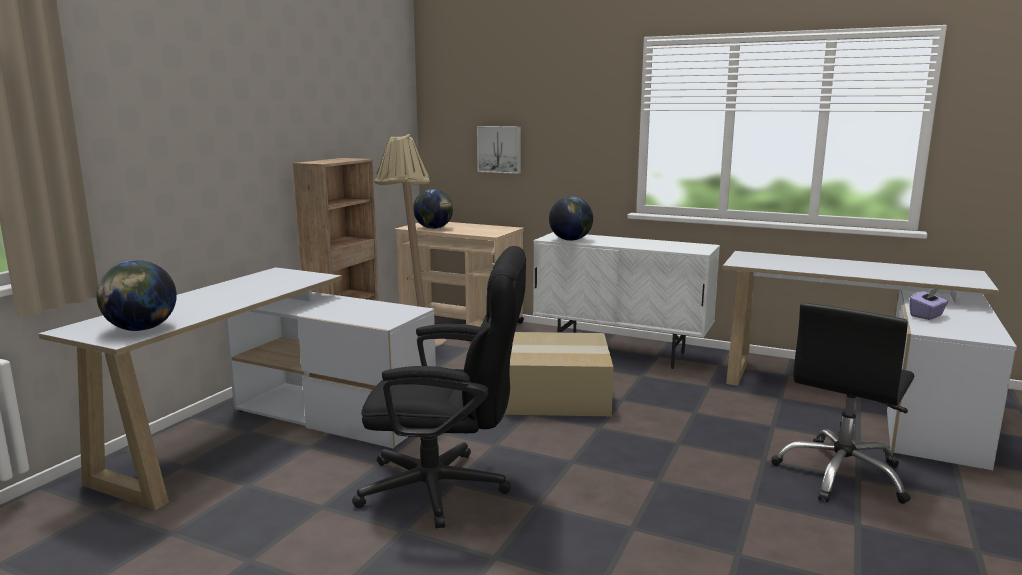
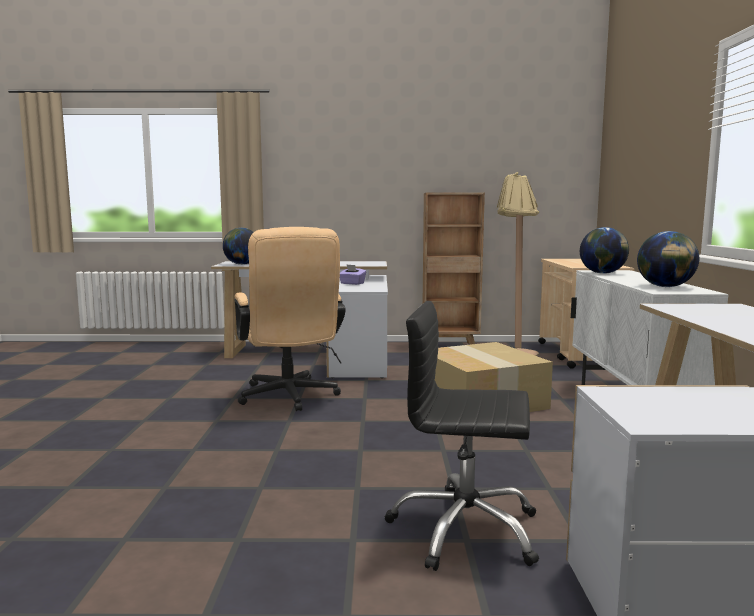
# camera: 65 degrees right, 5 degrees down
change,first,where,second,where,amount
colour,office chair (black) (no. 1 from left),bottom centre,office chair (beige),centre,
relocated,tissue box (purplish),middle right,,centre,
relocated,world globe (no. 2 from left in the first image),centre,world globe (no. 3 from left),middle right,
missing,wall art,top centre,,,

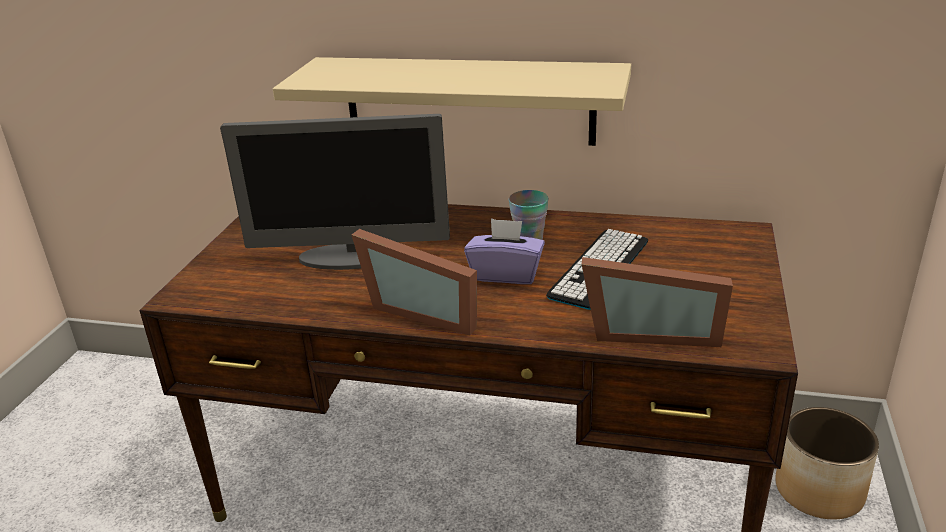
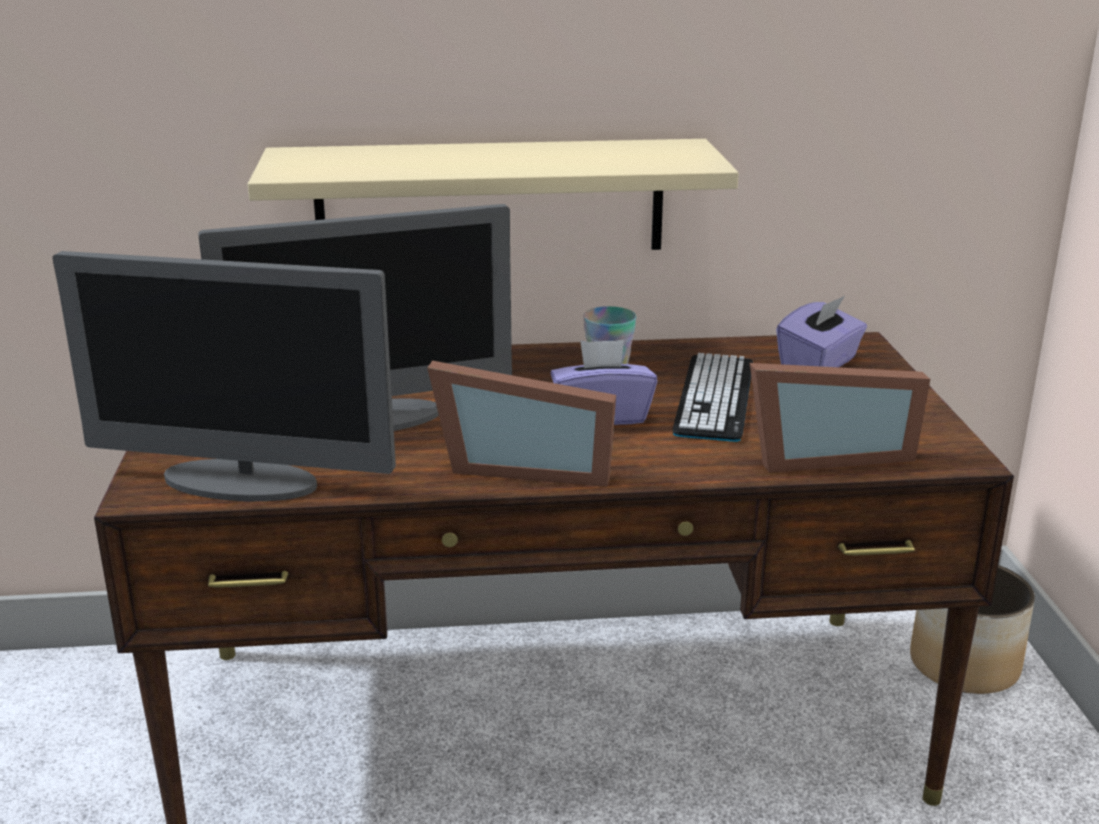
# camera: 20 degrees left, 5 degrees down
change,first,where,second,where,amount
appeared,,,monitor (no. 1 from left),middle left,
appeared,,,tissue box (purplish) (no. 2 from left),middle right,

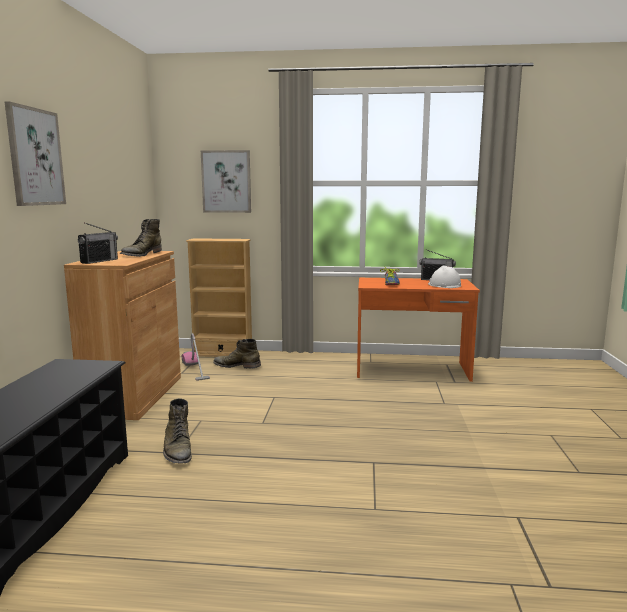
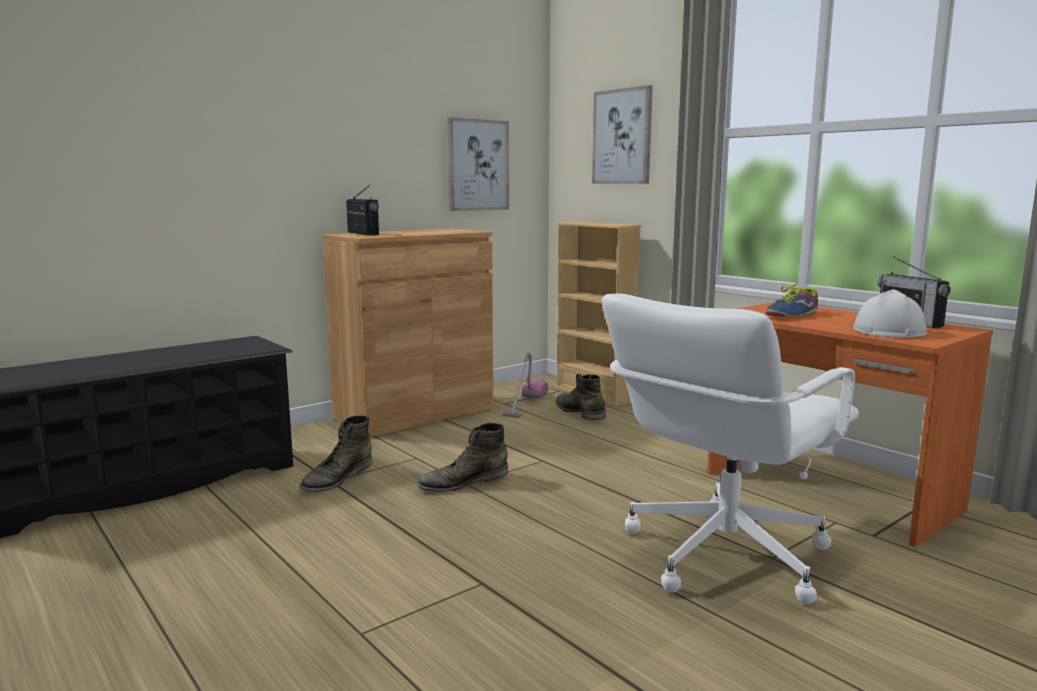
# camera: 45 degrees right, 0 degrees up
change,first,where,second,where,amount
spun,radio (no. 1 from left),middle left,,top centre,105 degrees counterclockwise
relocated,boot (green-coloured) (no. 1 from left in the first image),middle left,boot (green-coloured) (no. 2 from left),centre,
relocated,wall art (no. 1 from left),top left,,top centre,
appeared,,,office chair (white-coloured),middle right,

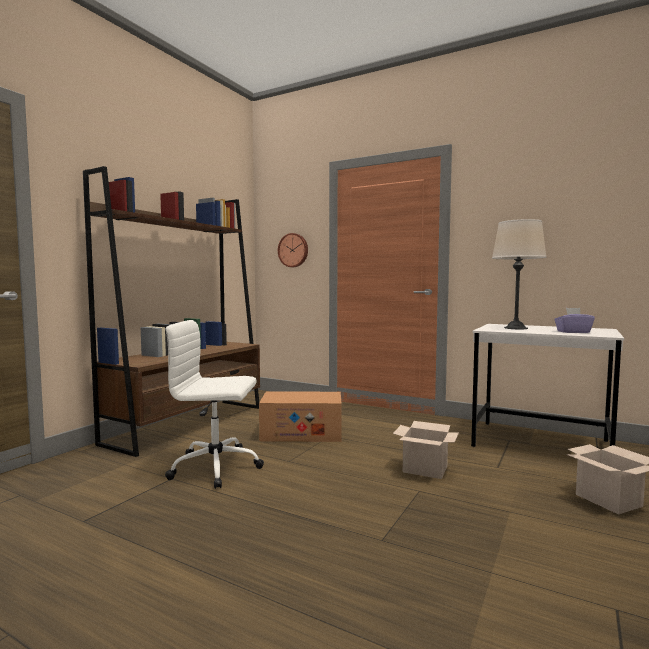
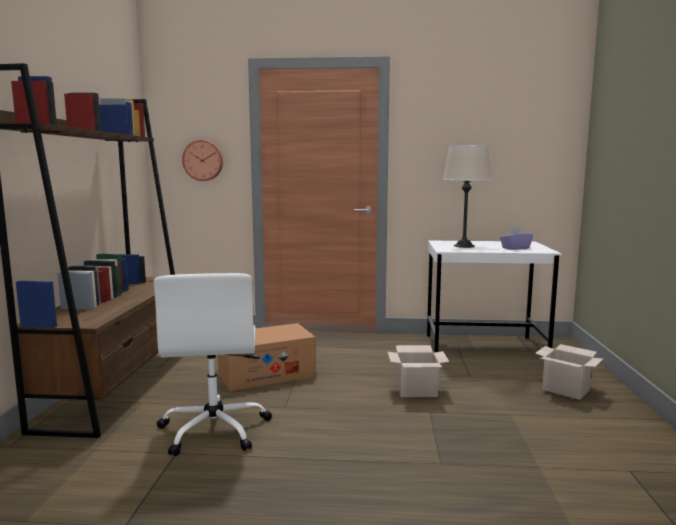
# camera: 25 degrees left, 5 degrees up
change,first,where,second,where,amount
spun,office chair (white-coloured),middle left,,bottom left,75 degrees counterclockwise

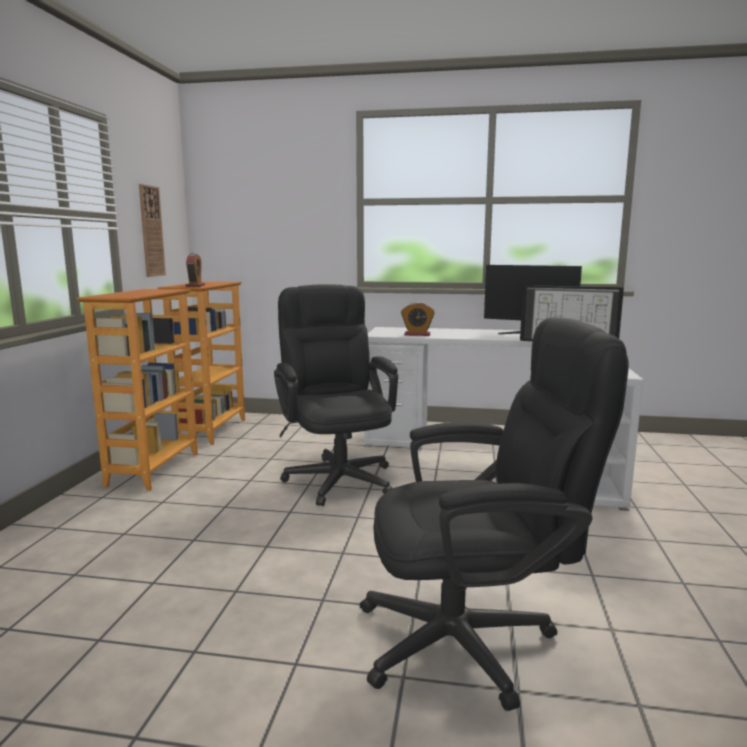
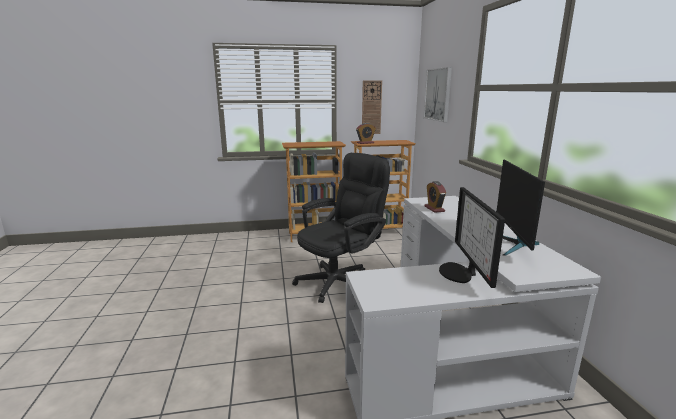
# camera: 70 degrees right, 5 degrees up
change,first,where,second,where,amount
appeared,,,wall art,top centre,
missing,office chair (black) (no. 2 from left),bottom centre,,,

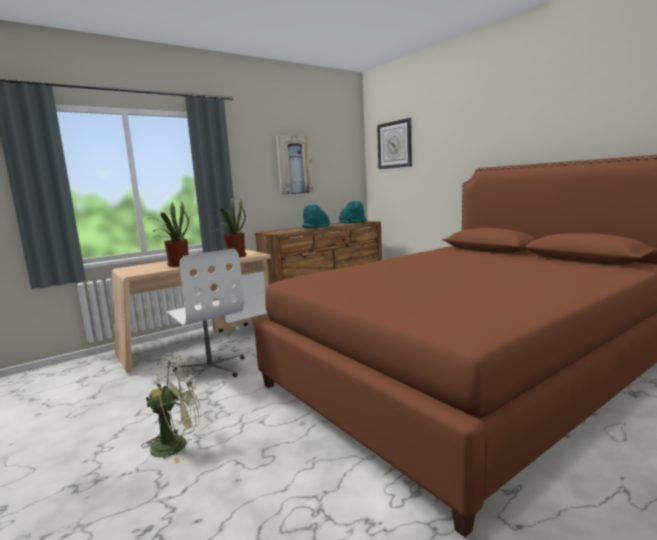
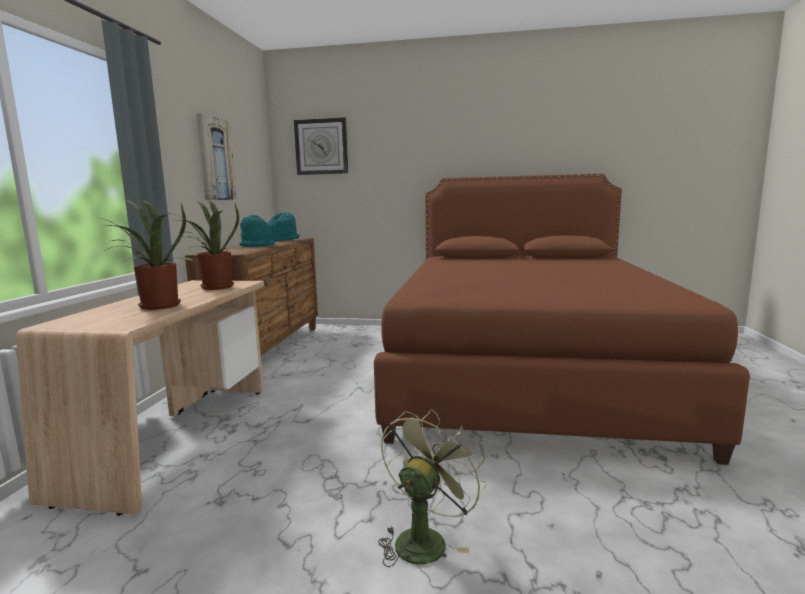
# camera: 45 degrees left, 0 degrees up
change,first,where,second,where,amount
missing,office chair (white-coloured),middle left,,,

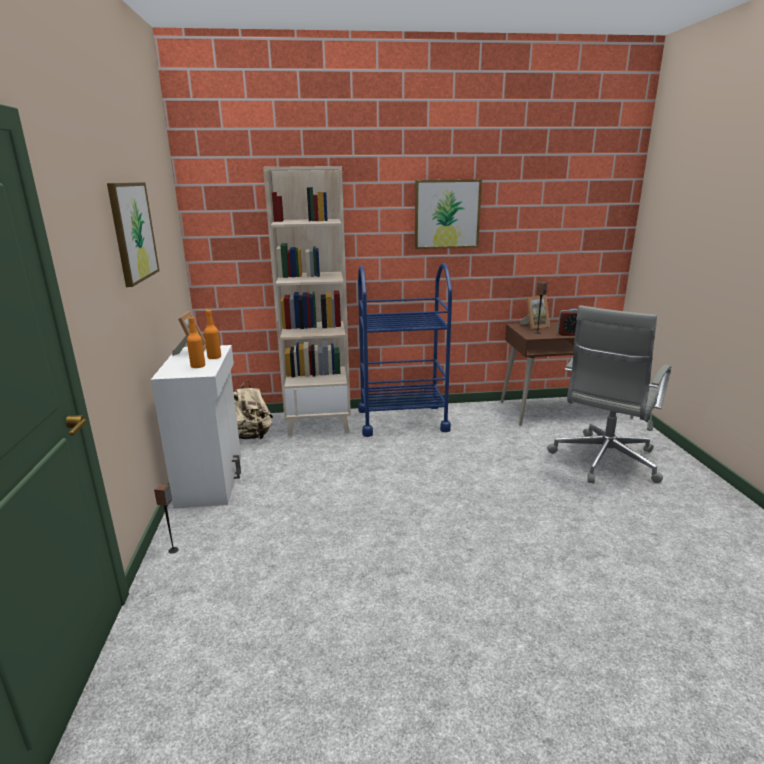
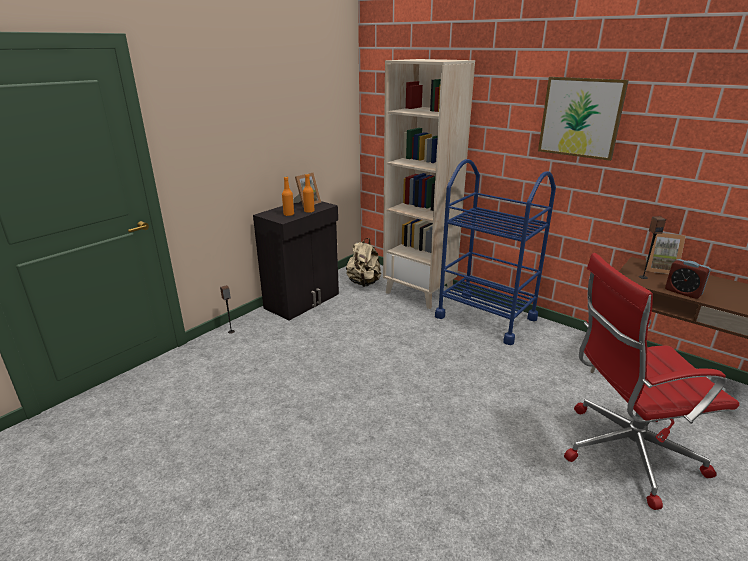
# camera: 45 degrees right, 5 degrees up
change,first,where,second,where,amount
colour,storage cabinet (white-coloured),middle left,storage cabinet (black),centre,
colour,office chair (grey),middle right,office chair (red-coloured),bottom right,
missing,wall art (no. 1 from left),top left,,,

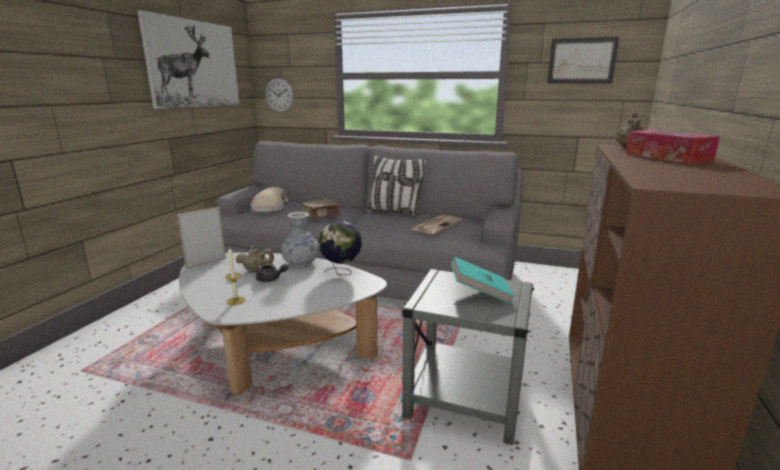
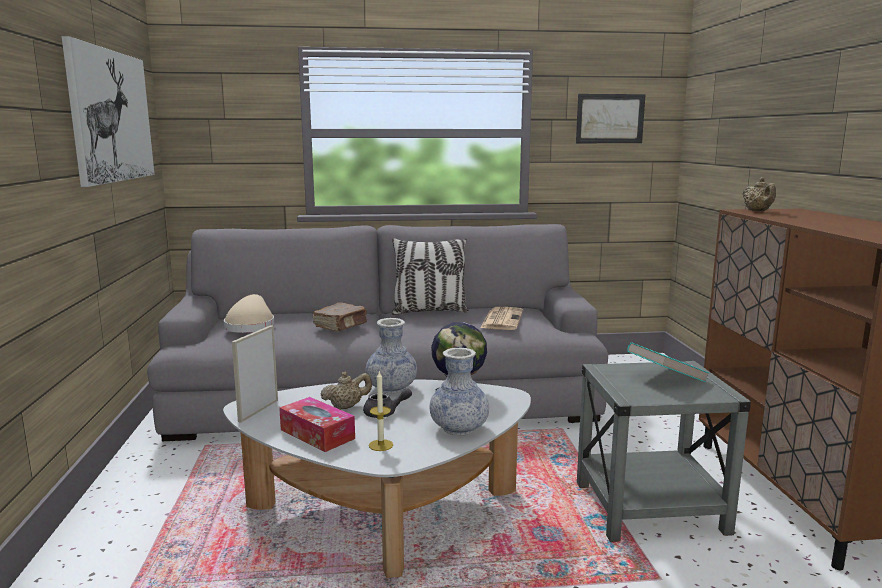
# camera: 25 degrees left, 5 degrees down
change,first,where,second,where,amount
relocated,tissue box,top right,,bottom centre,
appeared,,,flower vase (no. 2 from left),bottom centre,
missing,clock on the wall,top centre,,,

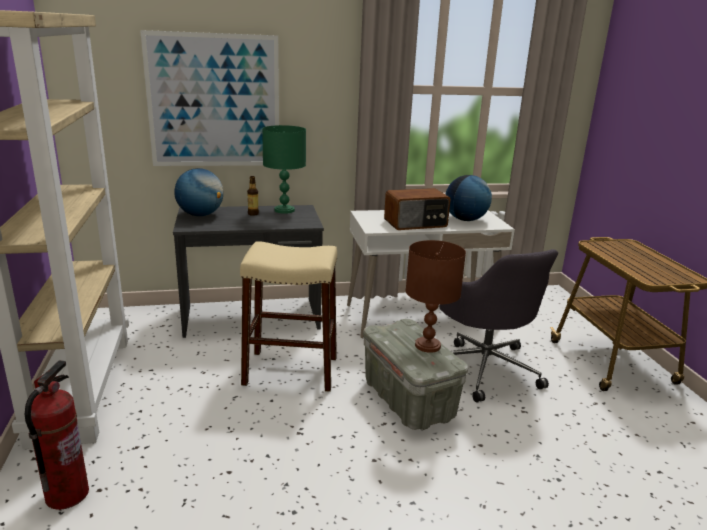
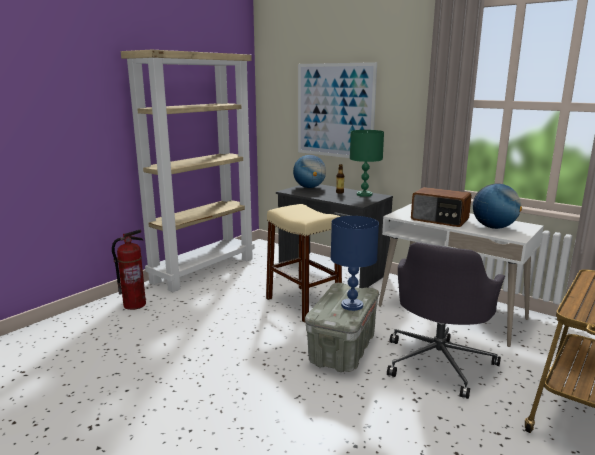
# camera: 50 degrees right, 5 degrees down
change,first,where,second,where,amount
colour,table lamp (brownish),centre,table lamp (blue),centre,

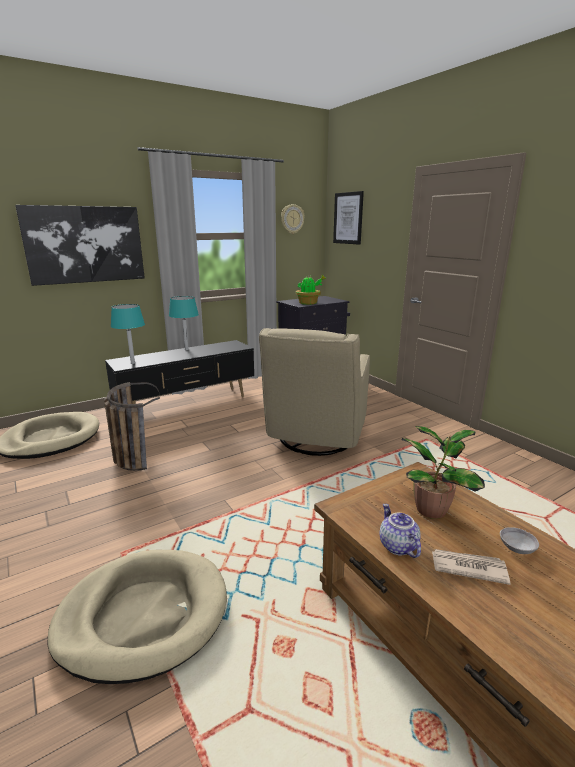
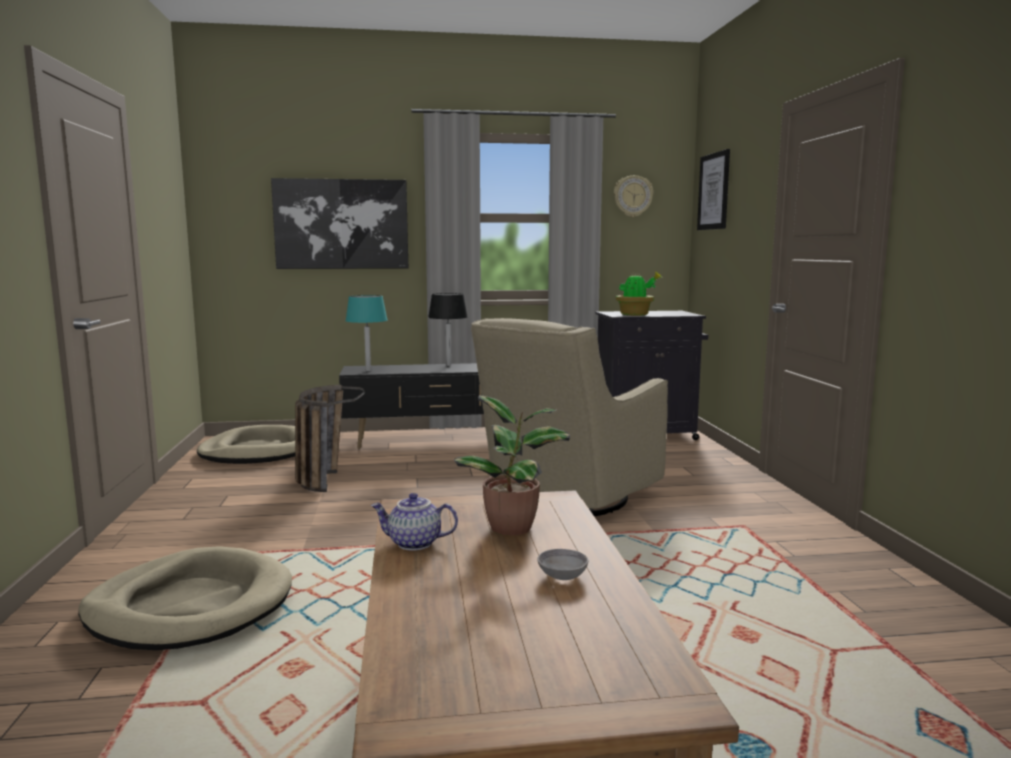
# camera: 25 degrees right, 10 degrees down
change,first,where,second,where,amount
spun,teapot,bottom right,,bottom centre,90 degrees counterclockwise
colour,table lamp (turquoise-coloured) (no. 2 from left),middle left,table lamp (black),centre,
missing,printed paper,bottom right,,,

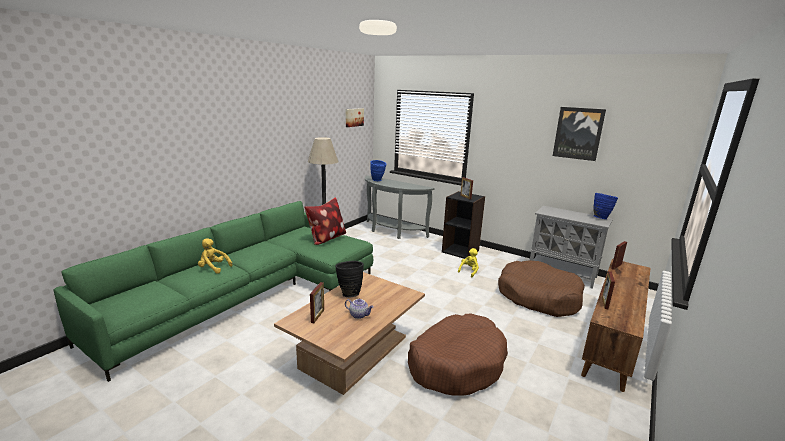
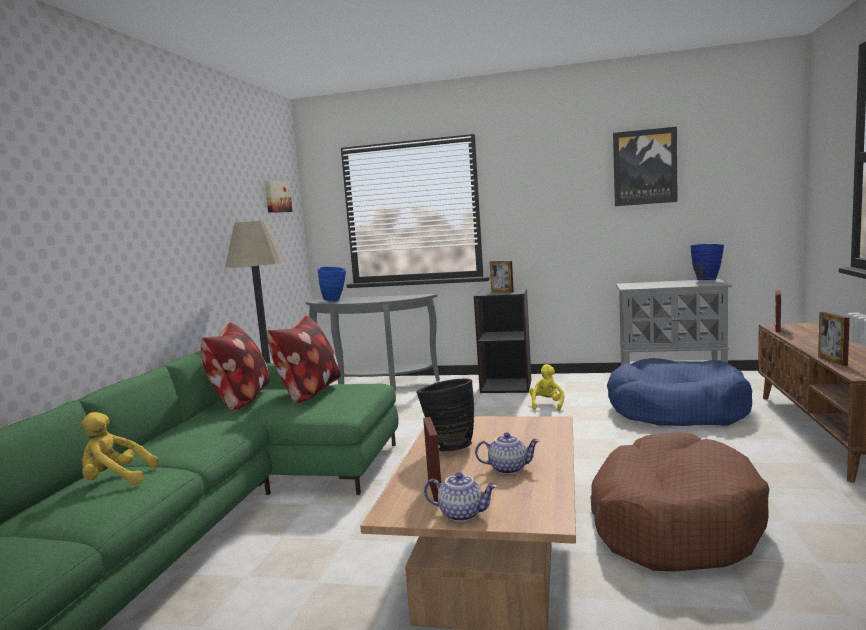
# camera: 20 degrees left, 10 degrees down
change,first,where,second,where,amount
appeared,,,cushion (no. 1 from left),middle left,
appeared,,,teapot (no. 1 from left),bottom centre,
colour,dog cushion (brownish) (no. 2 from left),middle right,dog cushion (blue),middle right,

